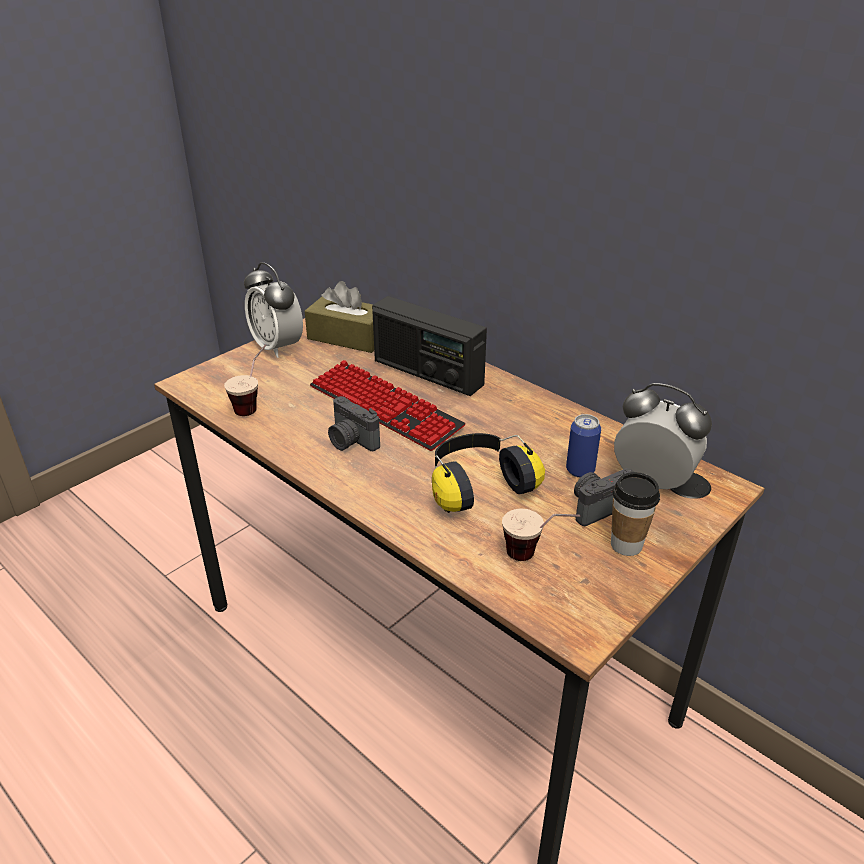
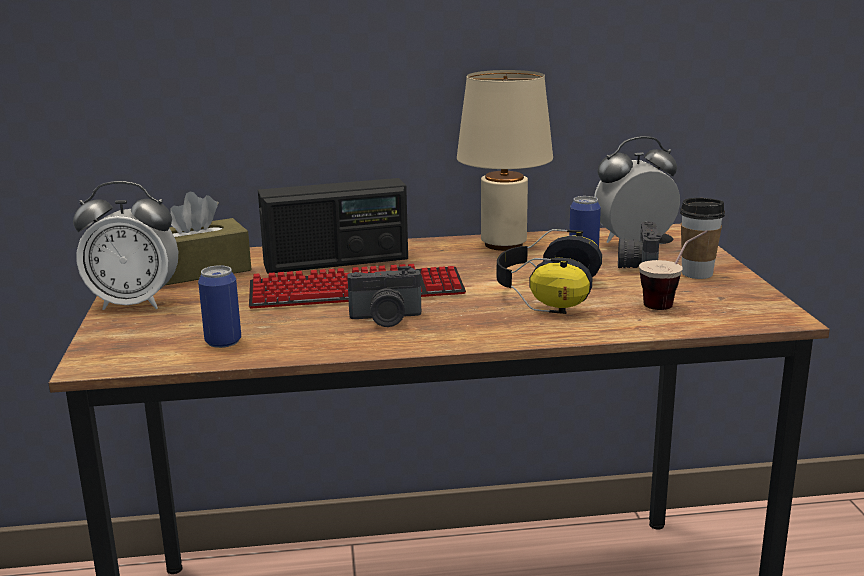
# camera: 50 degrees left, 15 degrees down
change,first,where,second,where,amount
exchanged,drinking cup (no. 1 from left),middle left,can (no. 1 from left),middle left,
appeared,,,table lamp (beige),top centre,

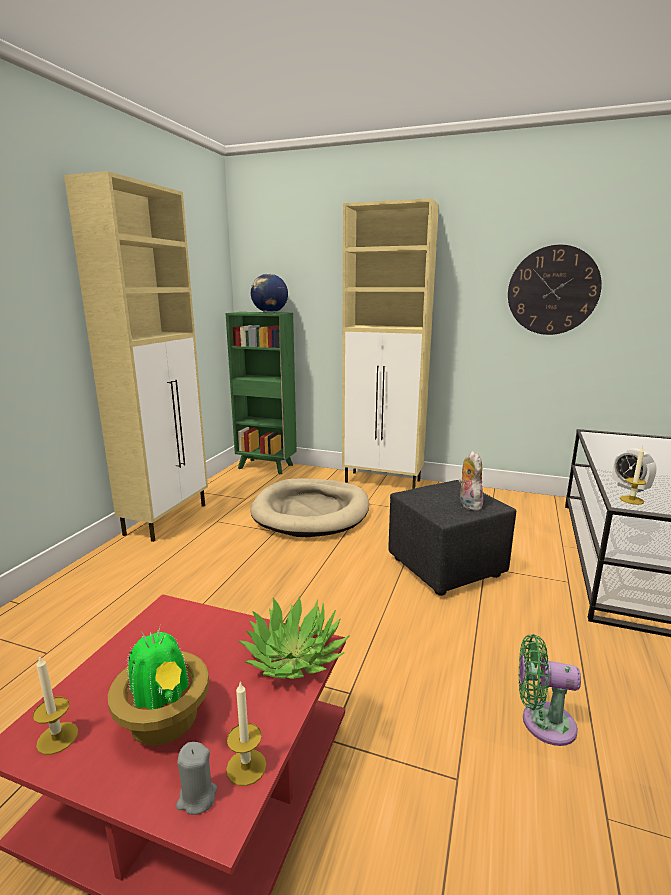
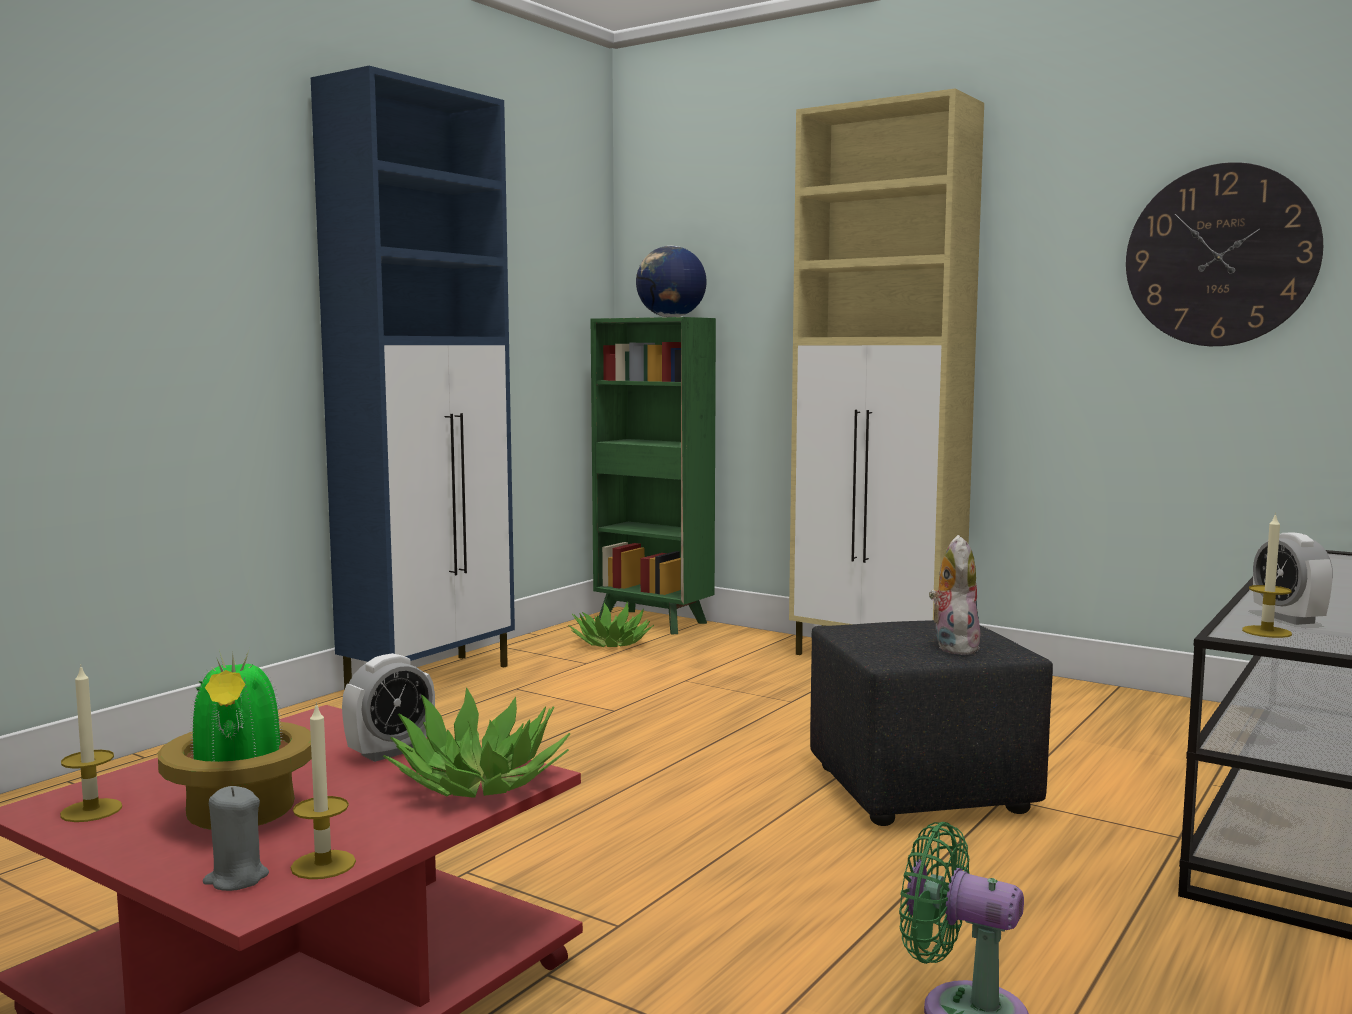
# camera: 15 degrees right, 10 degrees down
change,first,where,second,where,amount
colour,storage cabinet (beige) (no. 1 from left),middle left,storage cabinet (blue),middle left,
appeared,,,bedside clock (no. 1 from left),bottom left,
appeared,,,potted plant (no. 3 from left),centre,
missing,dog cushion (beige),centre,,,

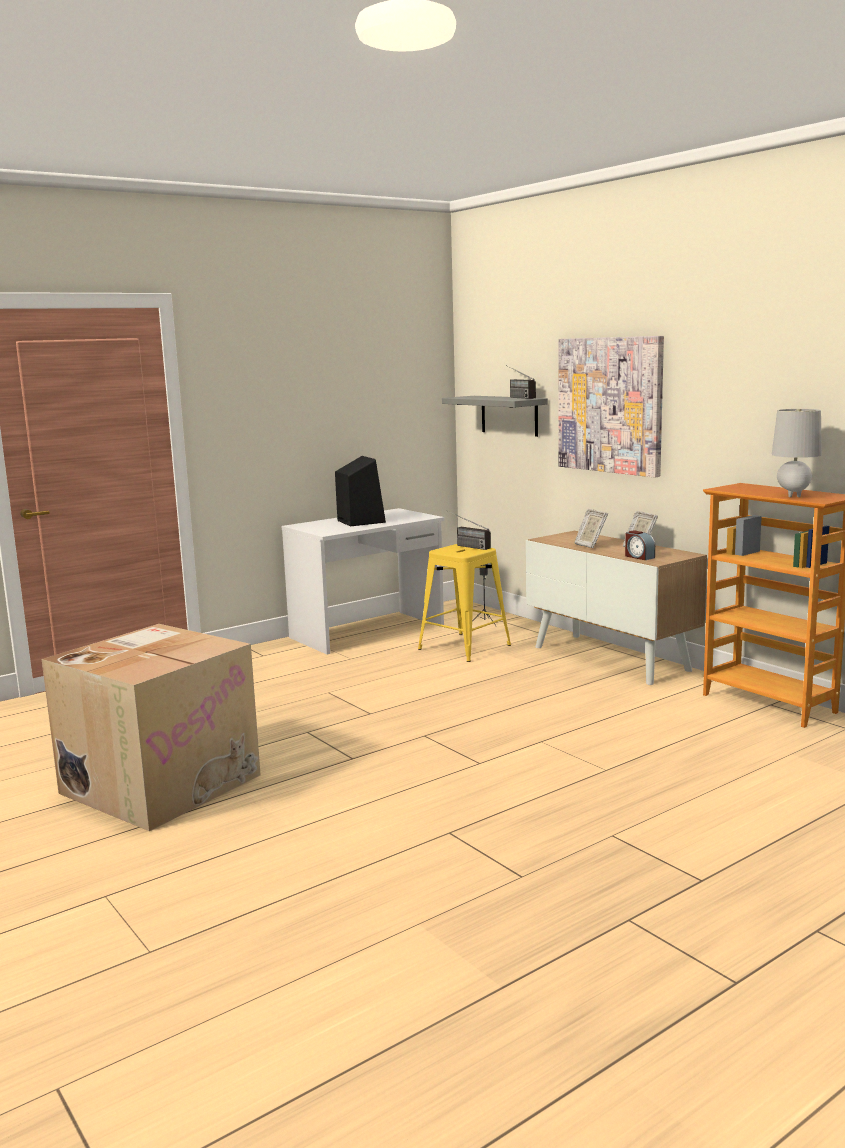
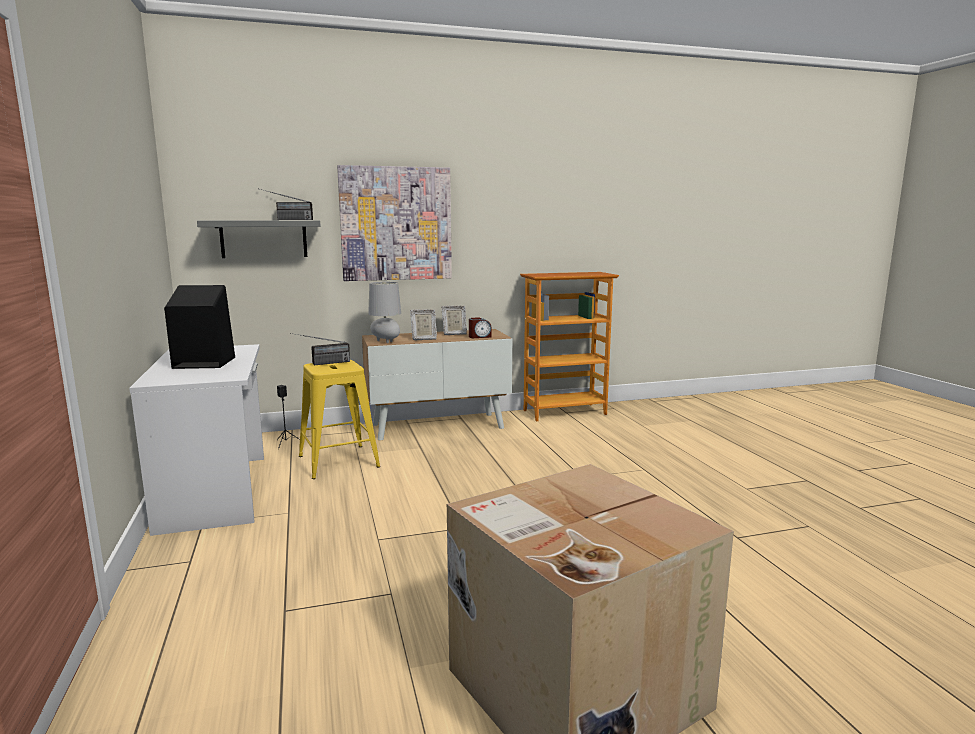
# camera: 70 degrees left, 0 degrees up
change,first,where,second,where,amount
relocated,table lamp (grey),middle right,,centre,

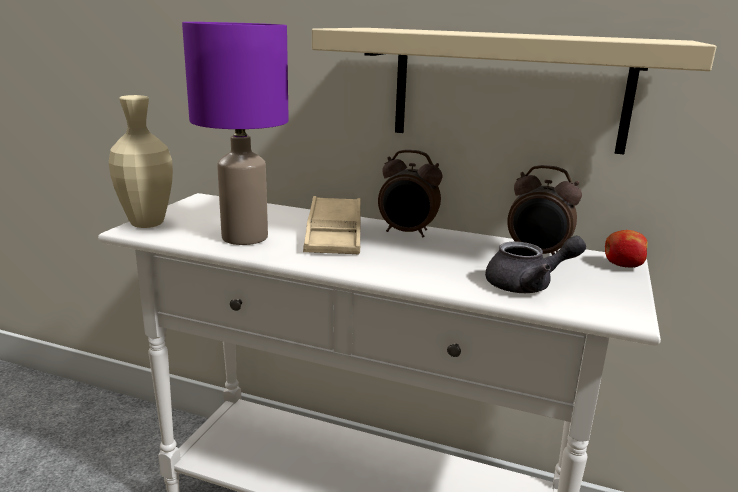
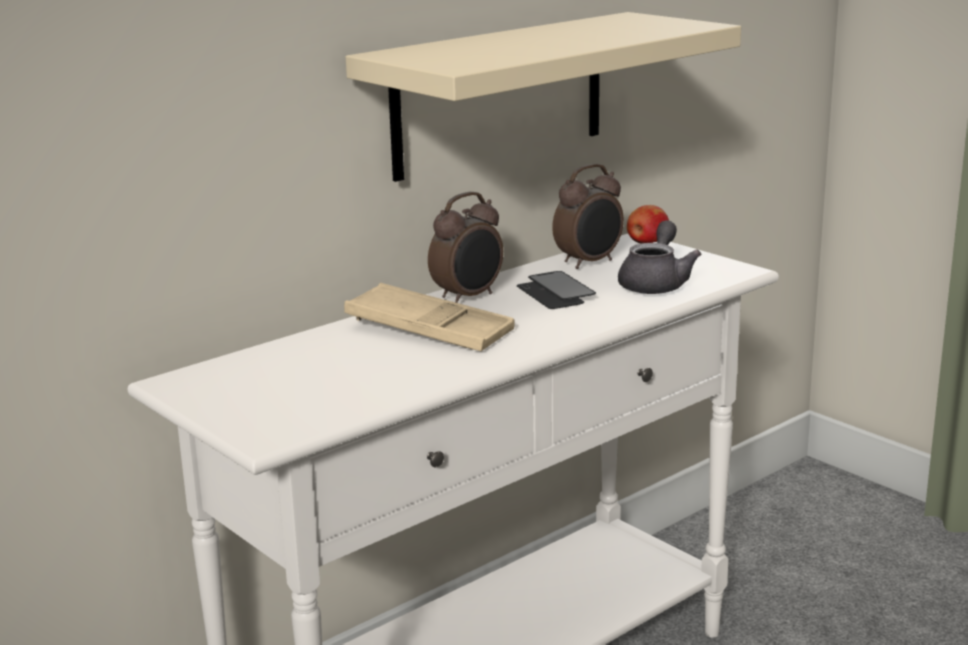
# camera: 60 degrees left, 0 degrees up
change,first,where,second,where,amount
appeared,,,phone,centre,
missing,flower vase (beige),top left,,,
missing,table lamp (purplish),top left,,,

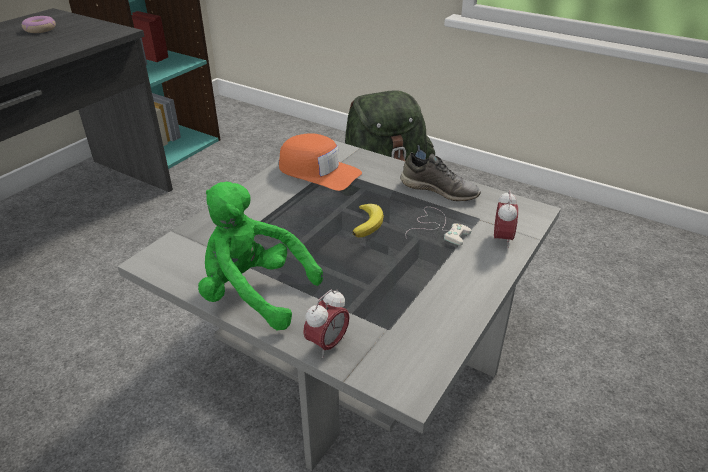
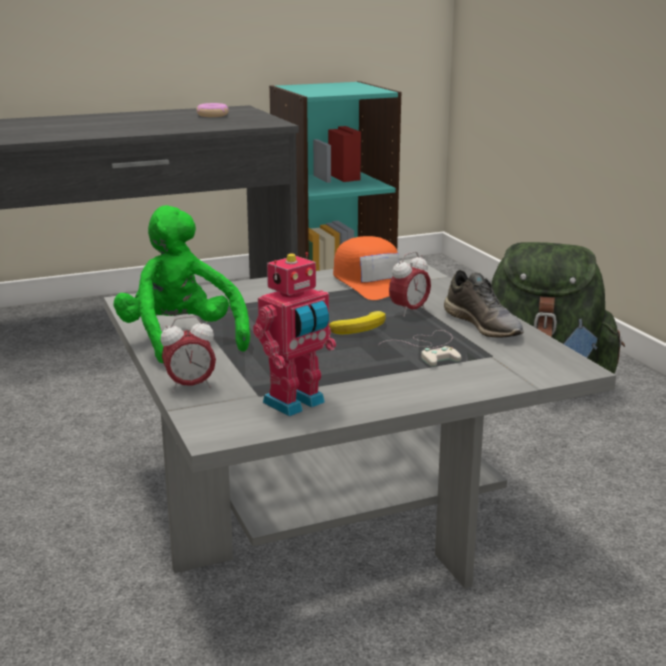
# camera: 35 degrees right, 15 degrees down
change,first,where,second,where,amount
appeared,,,model robot,centre,
relocated,bedside clock (no. 2 from left),middle right,,centre,

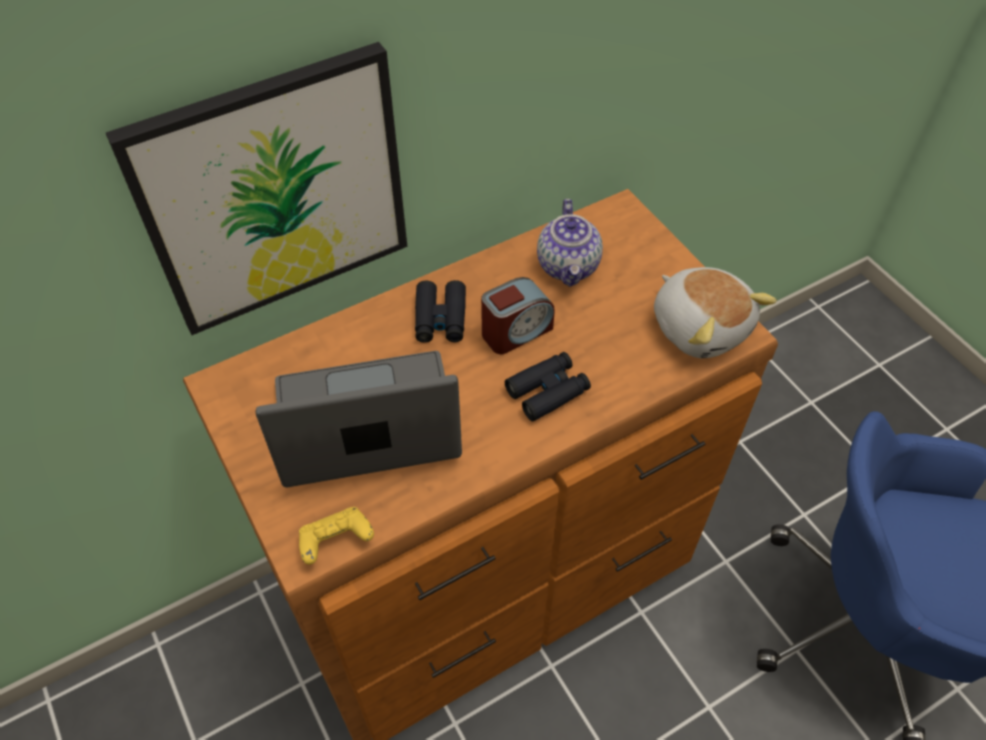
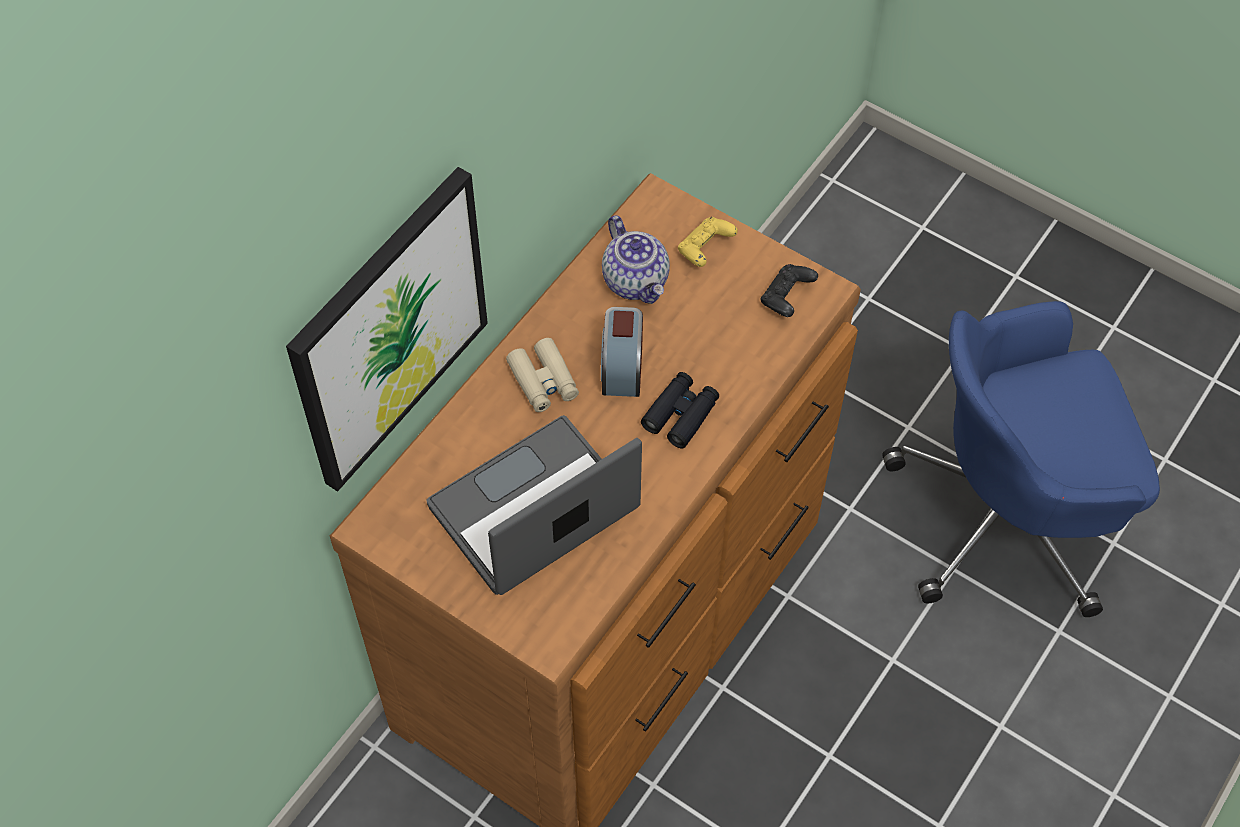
# camera: 25 degrees left, 5 degrees up
change,first,where,second,where,amount
colour,pair of binoculars (black) (no. 1 from left),centre,pair of binoculars (beige),centre,
spun,bedside clock,centre,,centre,150 degrees clockwise
relocated,joypad (yellowish),bottom centre,,top centre,
exchanged,plush toy,middle right,joypad (black),centre,

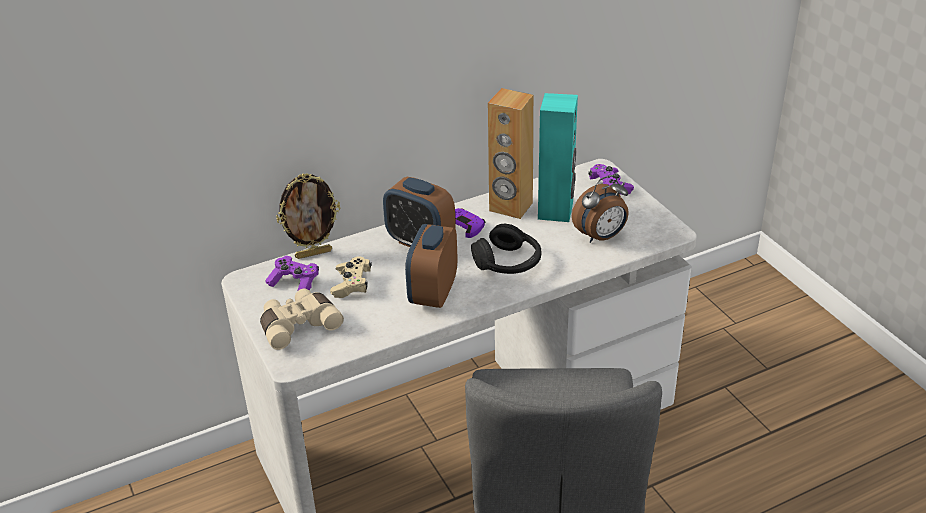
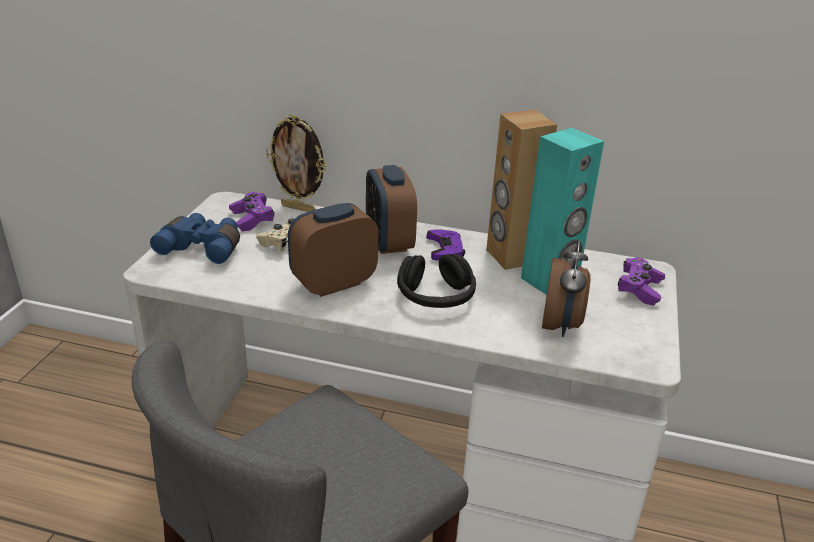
# camera: 40 degrees right, 5 degrees down
change,first,where,second,where,amount
colour,pair of binoculars (beige),middle left,pair of binoculars (blue),middle left,
spun,bedside clock (no. 3 from left),centre,,middle right,90 degrees counterclockwise

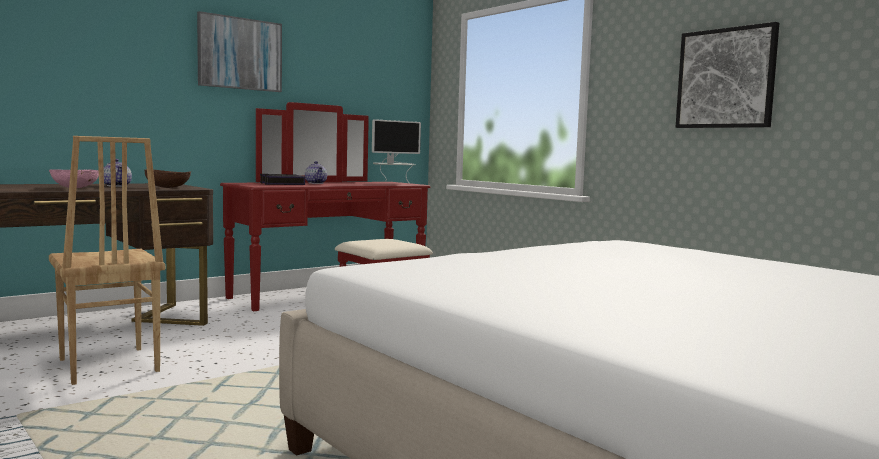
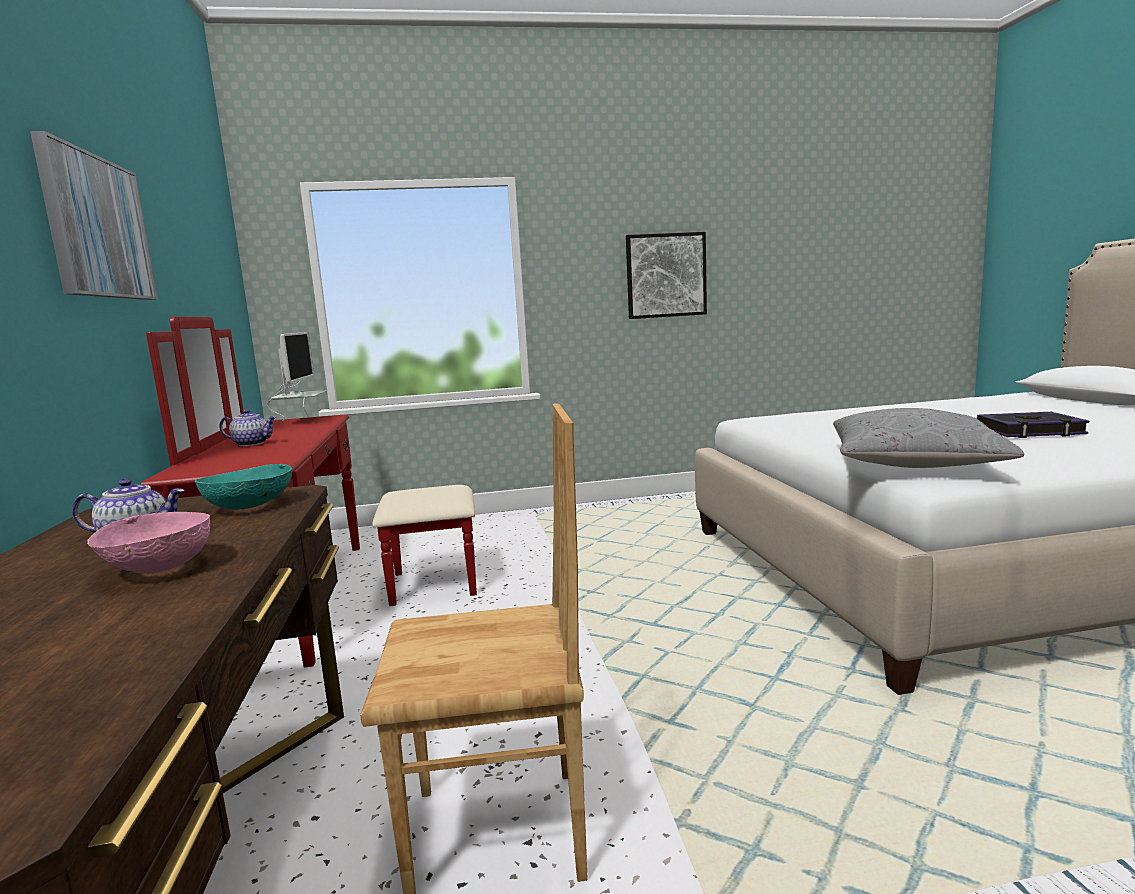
# camera: 60 degrees left, 5 degrees up
change,first,where,second,where,amount
colour,deep dish (brownish),middle left,deep dish (turquoise-coloured),middle left,
appeared,,,cushion (grey),middle right,
relocated,book,middle left,,middle right,

